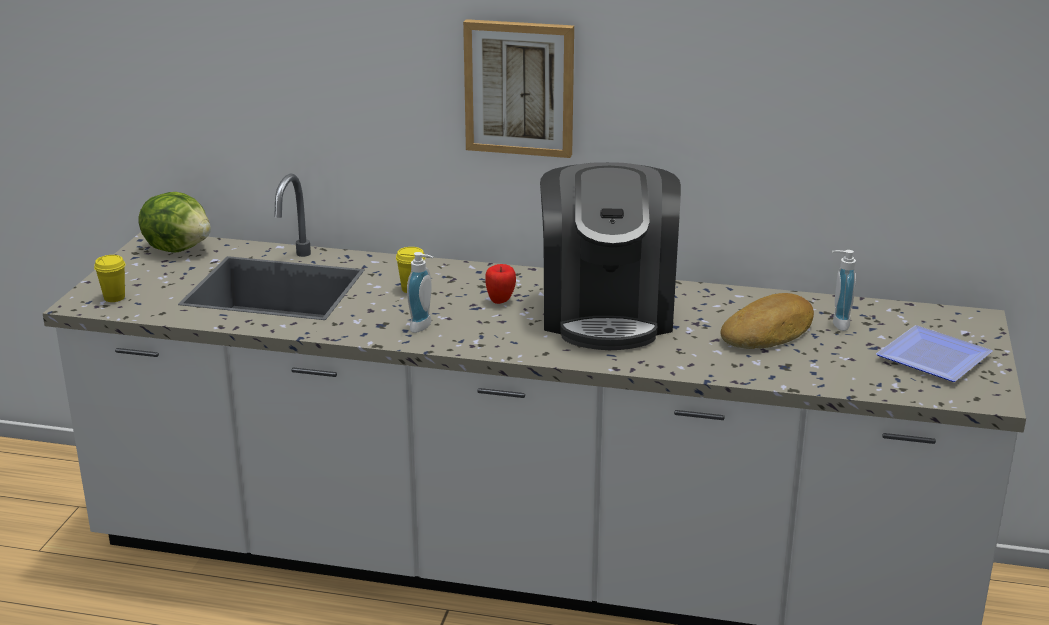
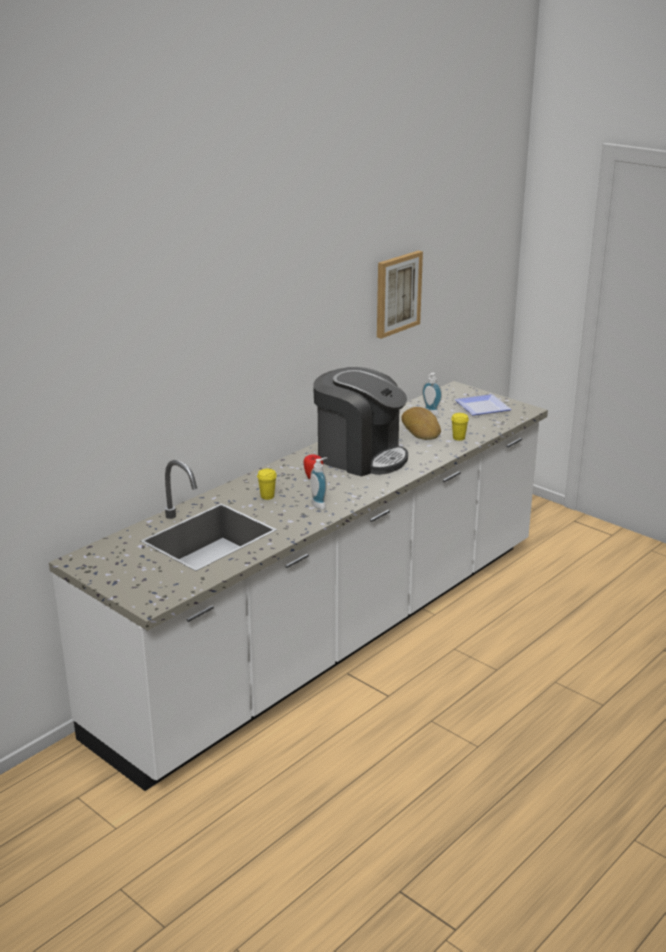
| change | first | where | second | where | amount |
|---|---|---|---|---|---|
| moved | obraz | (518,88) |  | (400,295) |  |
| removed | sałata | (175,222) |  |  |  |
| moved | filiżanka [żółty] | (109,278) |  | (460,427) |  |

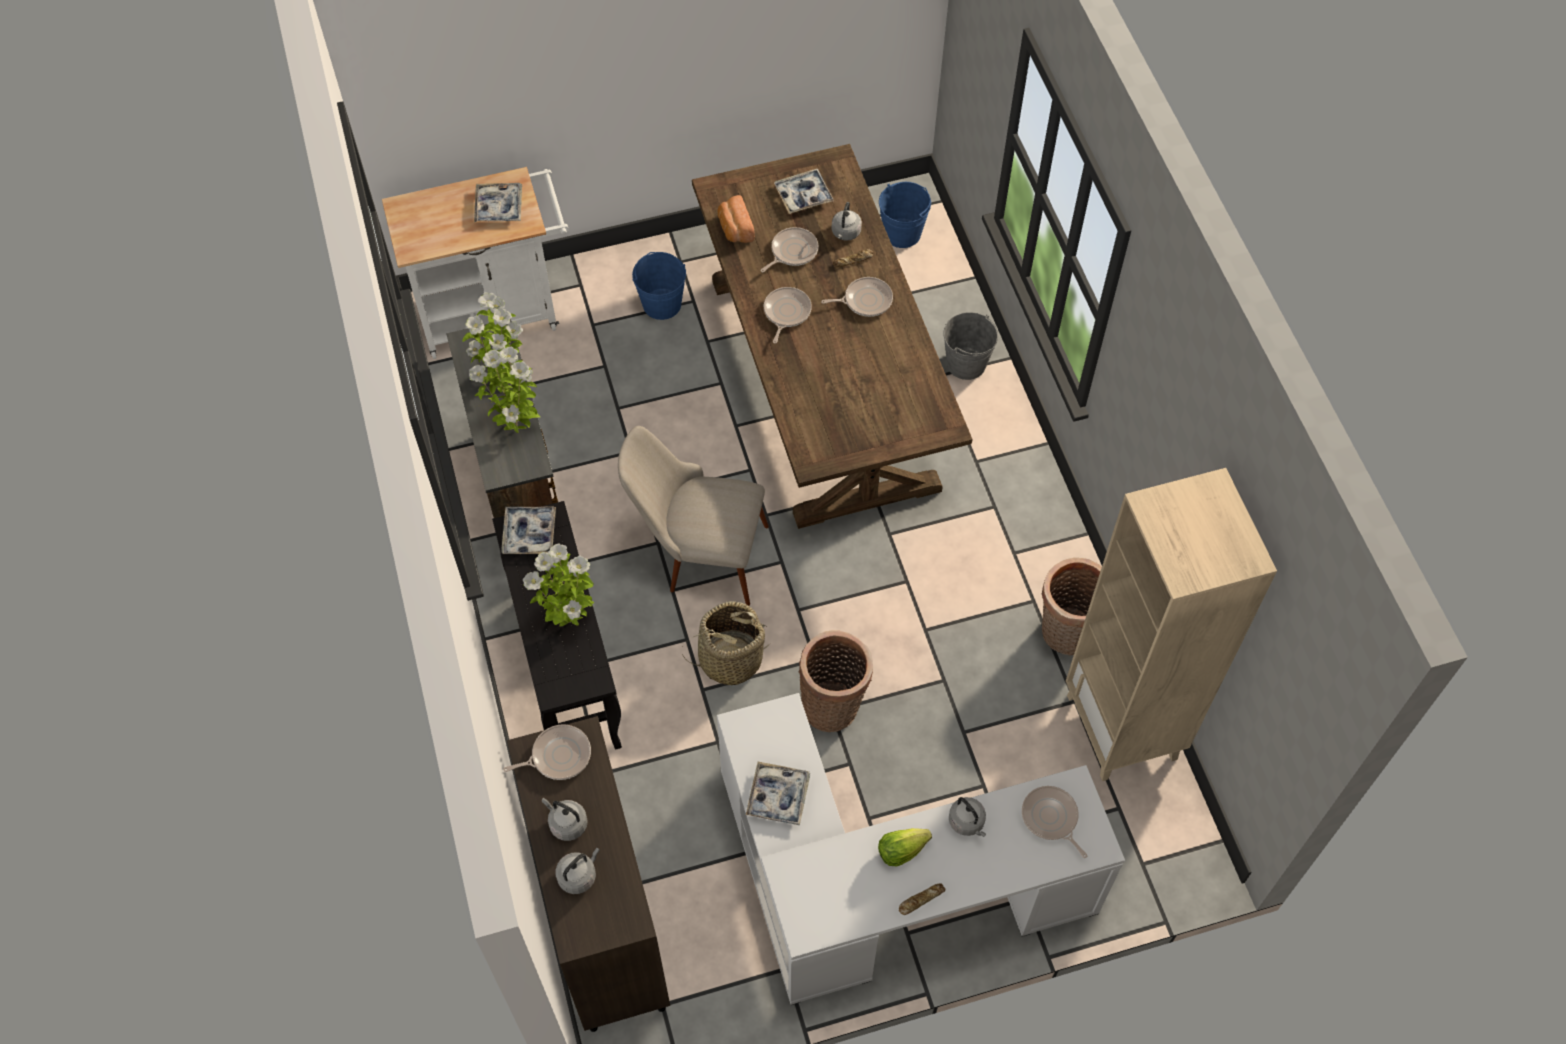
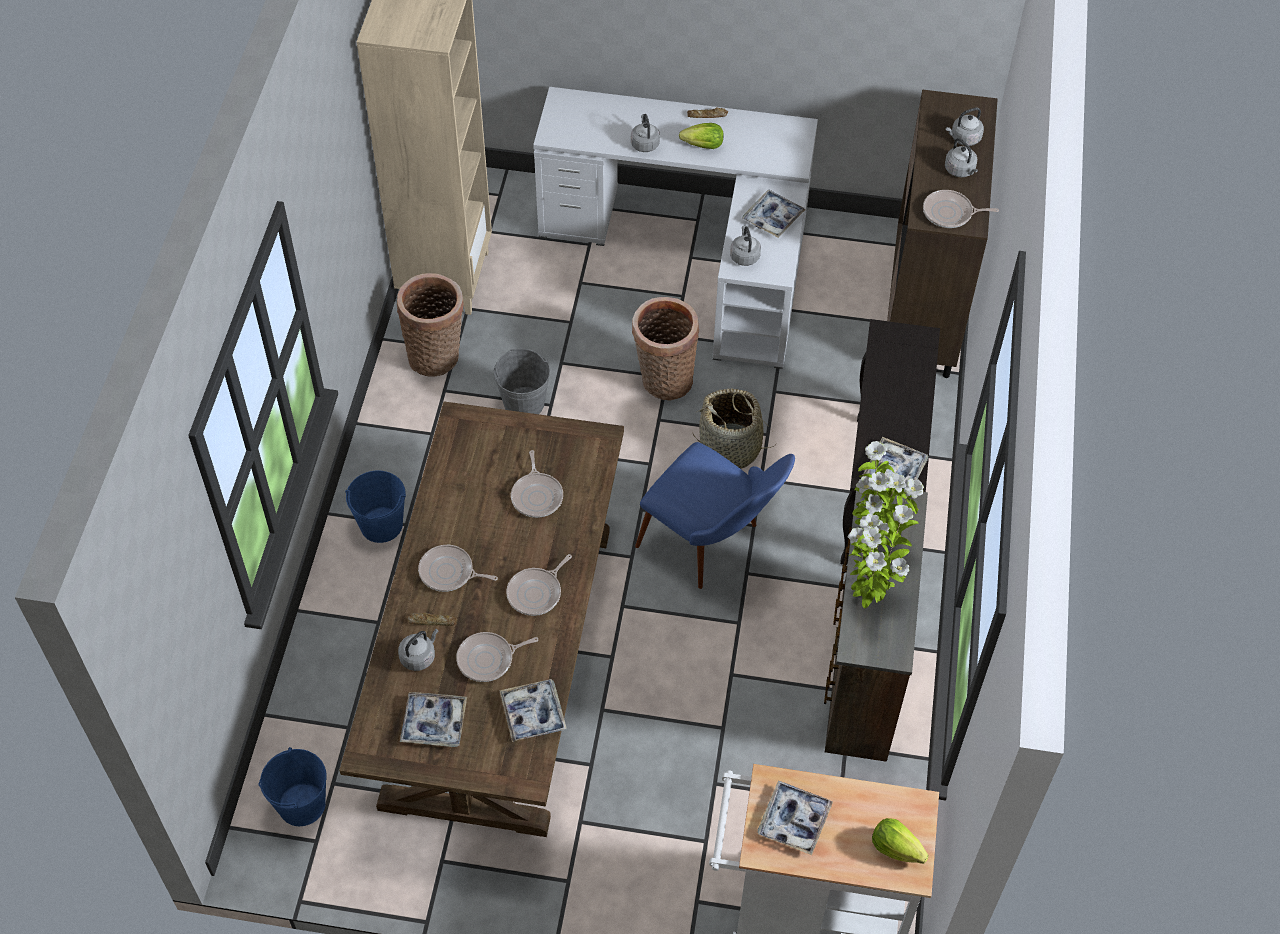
| change | first | where | second | where | amount |
|---|---|---|---|---|---|
| replaced | chleb | (736,219) | taca | (533,710) |  |
| moved | wiadro [niebieski] | (659,286) |  | (375,507) |  |
| moved | wiadro [szary] | (971,346) |  | (522,381) |  |
| recoloured | krzesło [beżowy] | (693,516) | krzesło [niebieski] | (715,515) |  |
| removed | roślina doniczkowa | (558,585) |  |  |  |
| moved | patelnia | (1054,822) |  | (537,484) |  |
| added |  |  | czajnik [szary] | (745,246) |  |
| added |  |  | sałata | (900,841) |  |

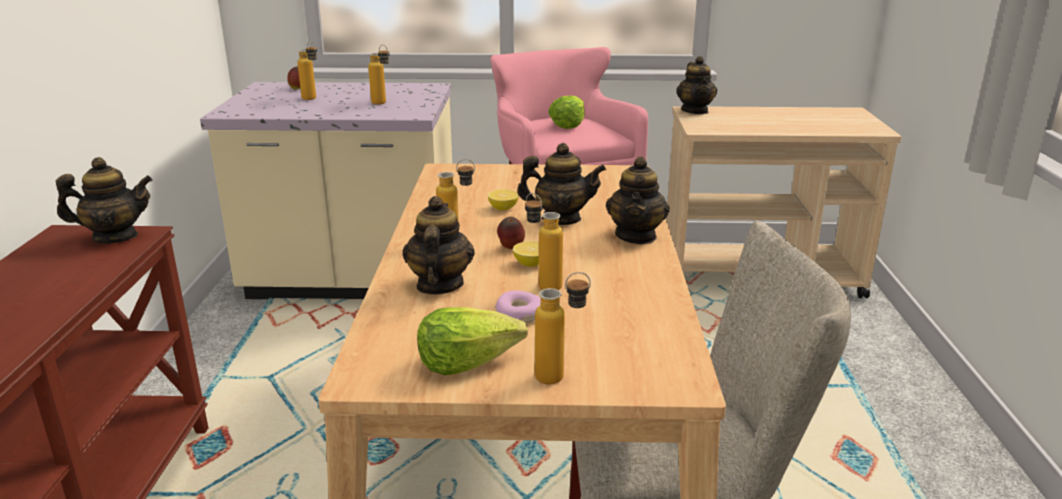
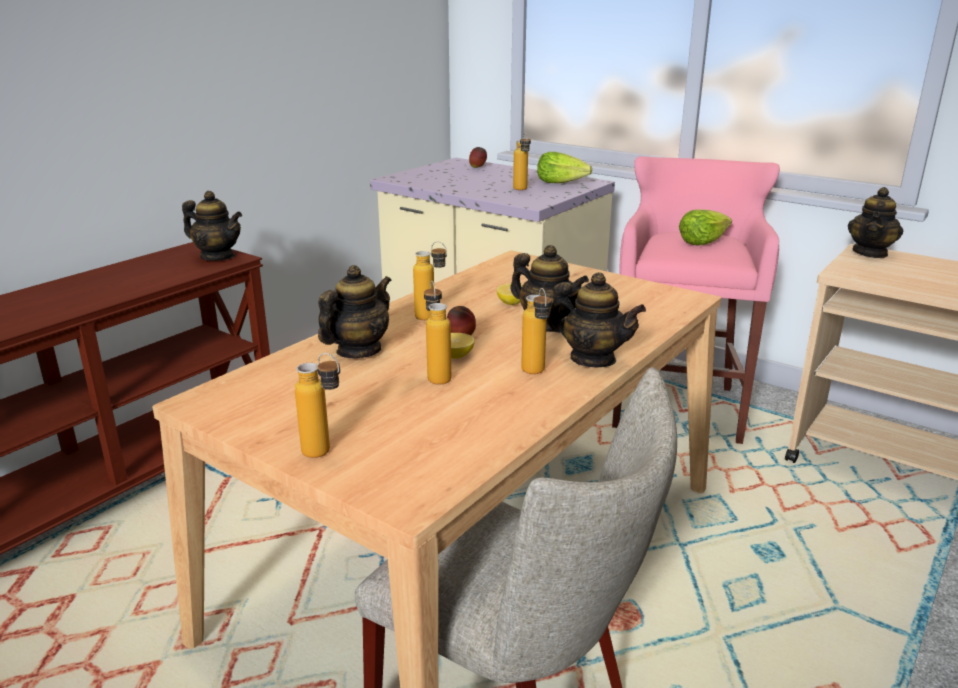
| change | first | where | second | where | amount |
|---|---|---|---|---|---|
| moved | butelka | (307,70) |  | (536,331) |  |
| turned | imbryk | (638,200) |  | (596,319) | 105 degrees counterclockwise |
| removed | donut | (518,306) |  |  |  |
| moved | sałata | (472,341) |  | (564,167) |  |

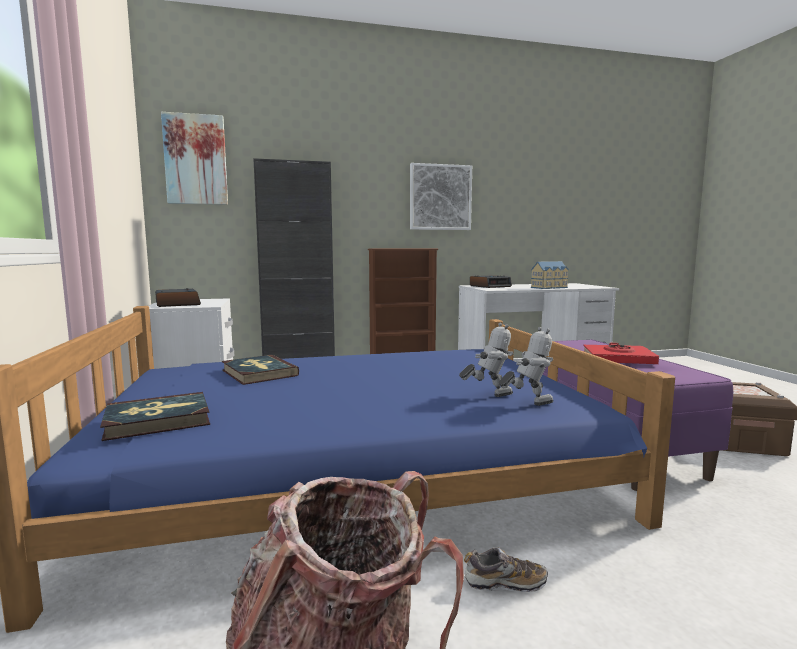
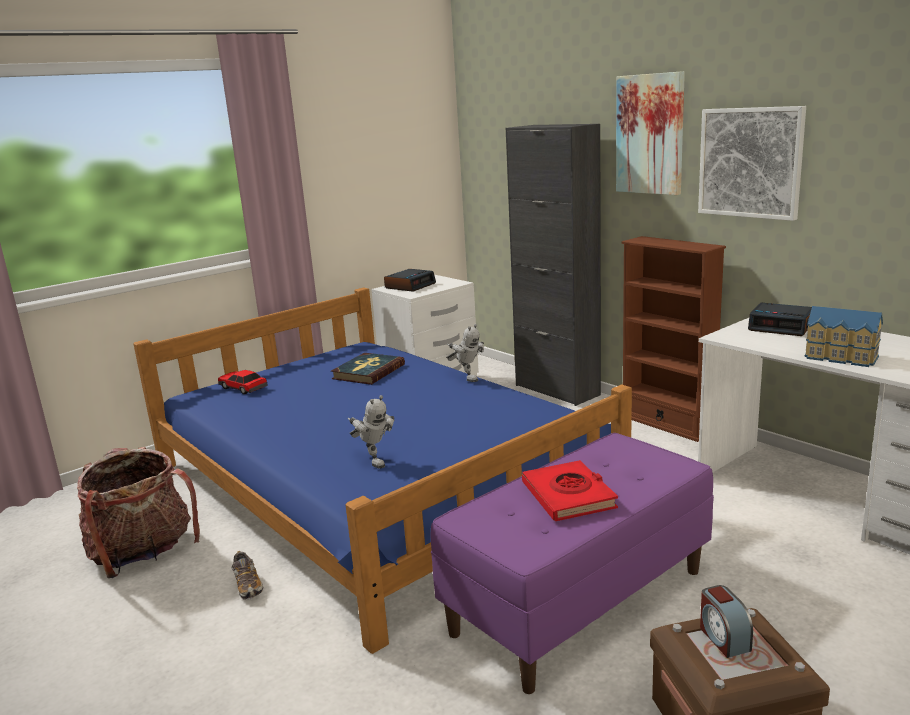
| change | first | where | second | where | amount |
|---|---|---|---|---|---|
| moved | obraz | (194,158) |  | (650,133) |  |
| moved | robot zabawkowy | (526,366) |  | (465,353) |  |
| replaced | książka | (155,416) | samochodzik | (243,382) |  |
| added |  |  | budzik | (726,621) |  |

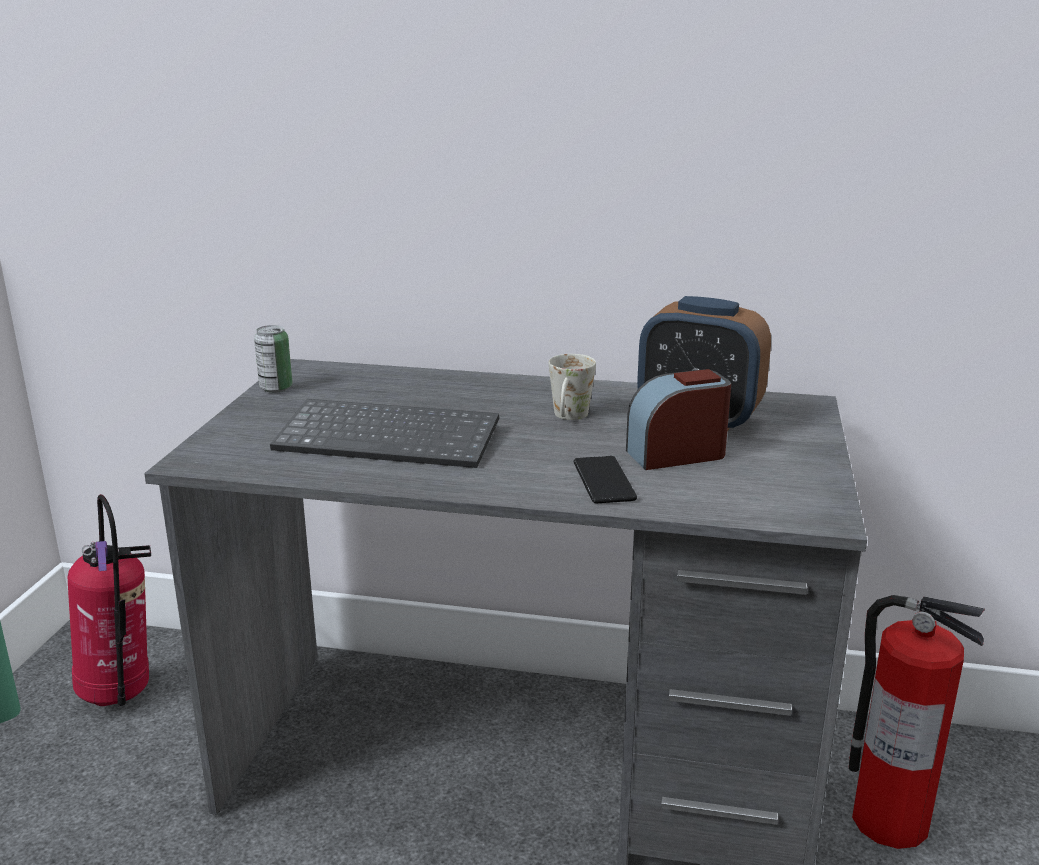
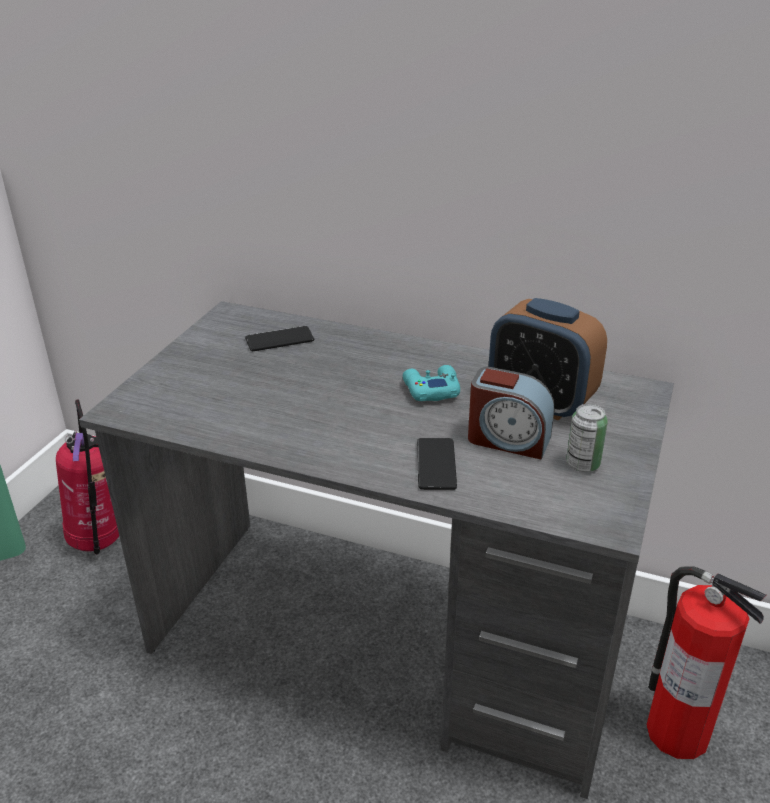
| change | first | where | second | where | amount |
|---|---|---|---|---|---|
| moved | puszka | (273,359) |  | (587,438) |  |
| replaced | kubek [biały] | (572,387) | pad do gier [turkusowy] | (431,383) |  |
| turned | budzik | (678,419) |  | (511,413) | 150 degrees counterclockwise |
| removed | klawiatura | (384,433) |  |  |  |
| added |  |  | telefon | (279,338) |  |

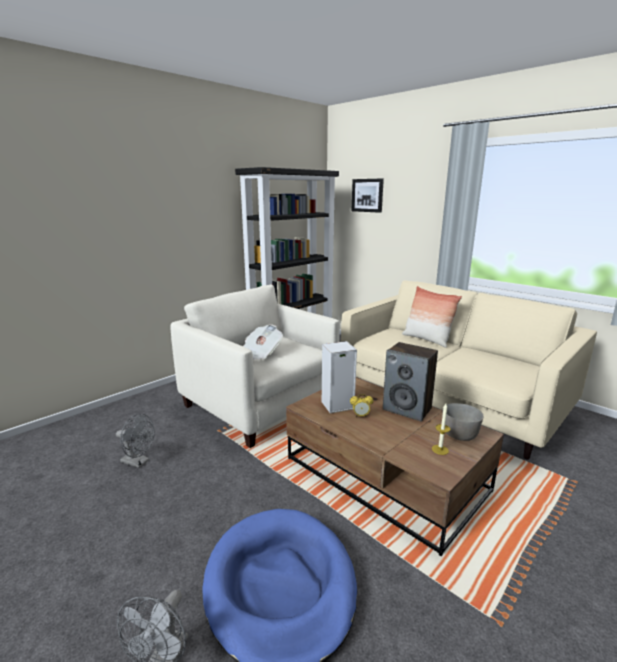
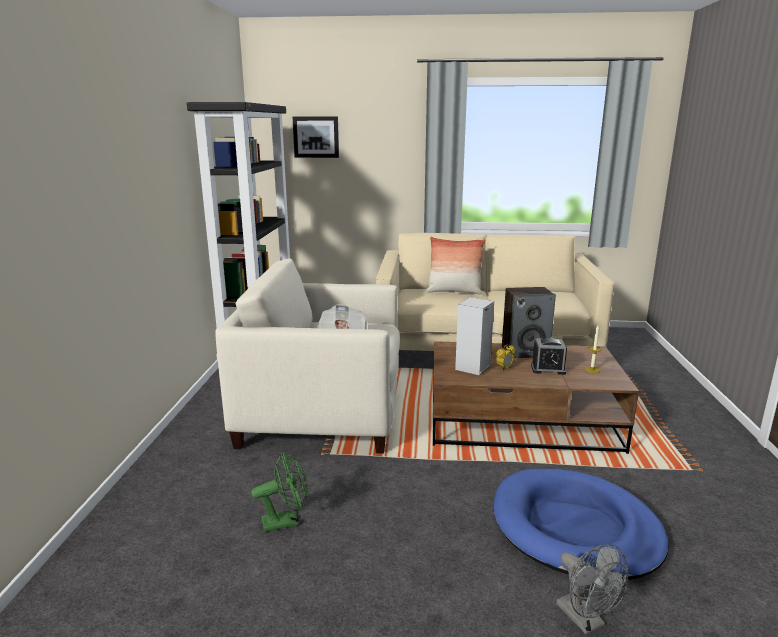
| change | first | where | second | where | amount |
|---|---|---|---|---|---|
| removed | miska [szary] | (463,422) |  |  |  |
| recoloured | wentylator [szary] | (135,441) | wentylator [zielony] | (279,492) |  |
| added |  |  | budzik | (549,356) |  |

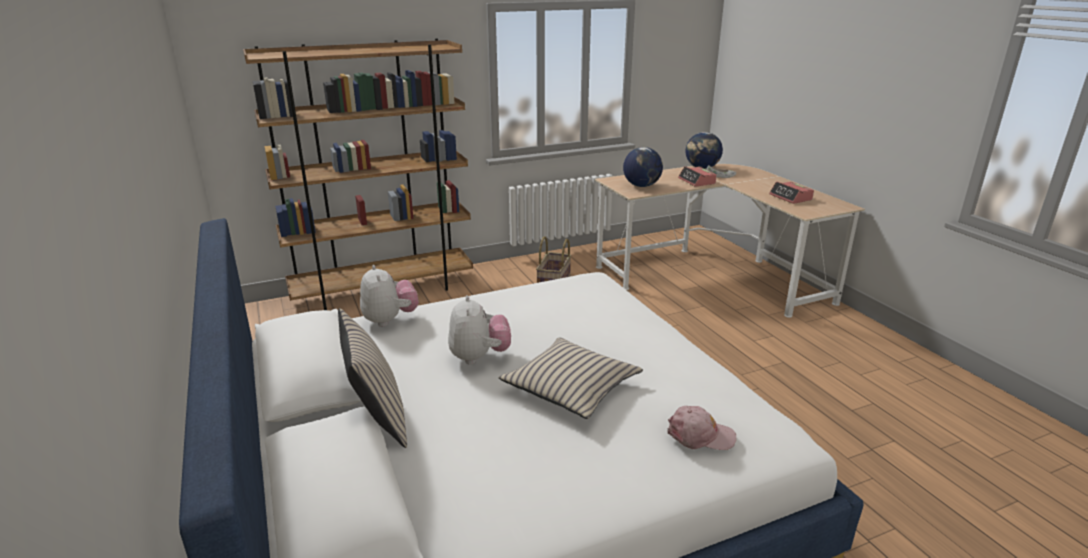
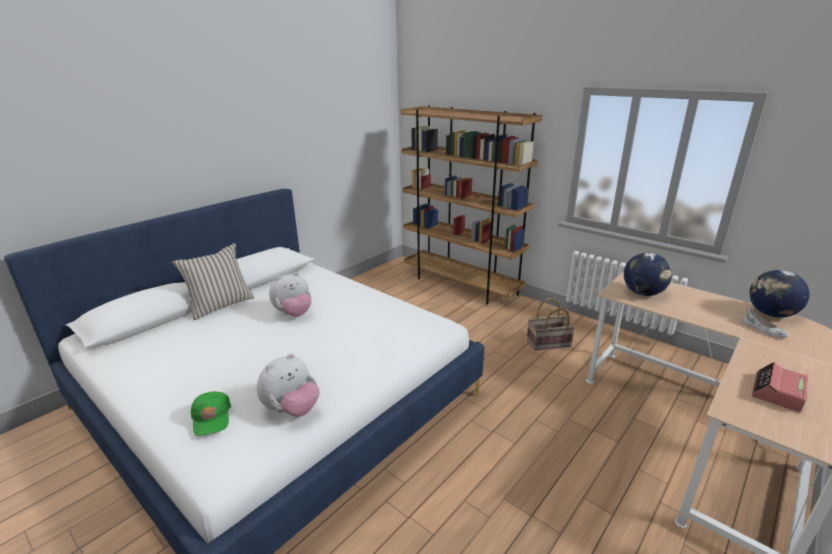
| change | first | where | second | where | amount |
|---|---|---|---|---|---|
| removed | budzik | (697,176) |  |  |  |
| moved | pluszak | (389,296) |  | (288,385) |  |
| removed | poduszka [beżowy] | (571,378) |  |  |  |
| recoloured | czapka z daszkiem [różowy] | (701,428) | czapka z daszkiem [zielony] | (210,414) |  |

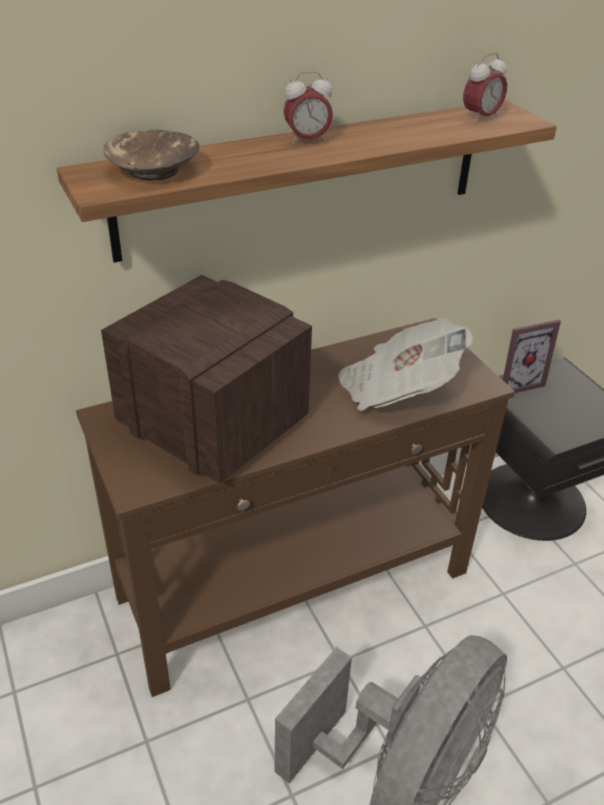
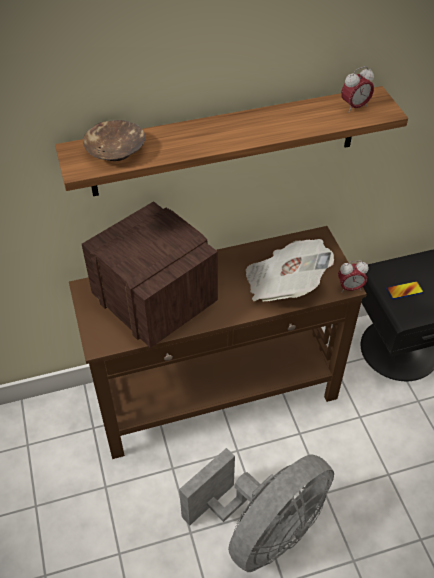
| change | first | where | second | where | amount |
|---|---|---|---|---|---|
| moved | budzik | (308,108) |  | (353,276) |  |
| removed | ramka na zdjęcie | (532,356) |  |  |  |
| added |  |  | telefon | (405,290) |  |

